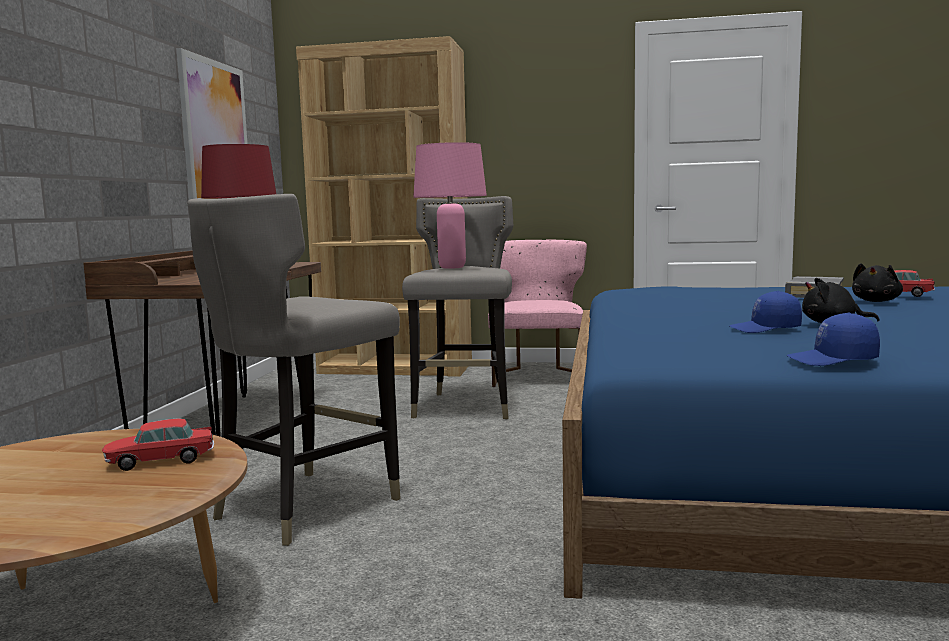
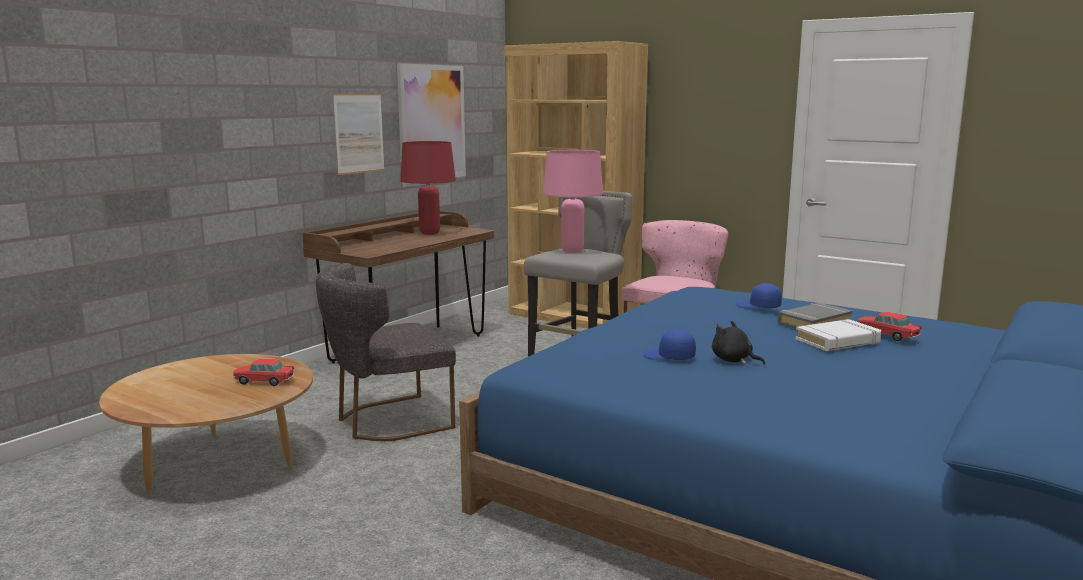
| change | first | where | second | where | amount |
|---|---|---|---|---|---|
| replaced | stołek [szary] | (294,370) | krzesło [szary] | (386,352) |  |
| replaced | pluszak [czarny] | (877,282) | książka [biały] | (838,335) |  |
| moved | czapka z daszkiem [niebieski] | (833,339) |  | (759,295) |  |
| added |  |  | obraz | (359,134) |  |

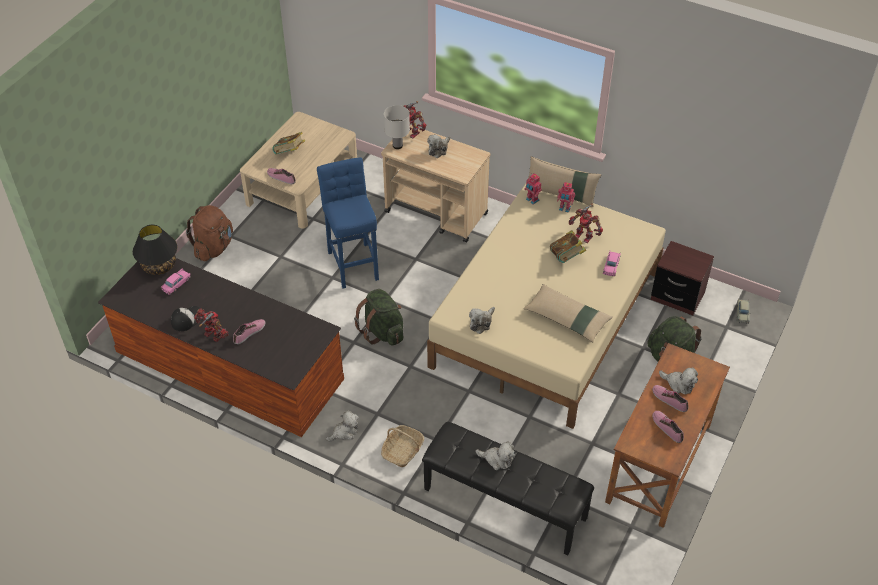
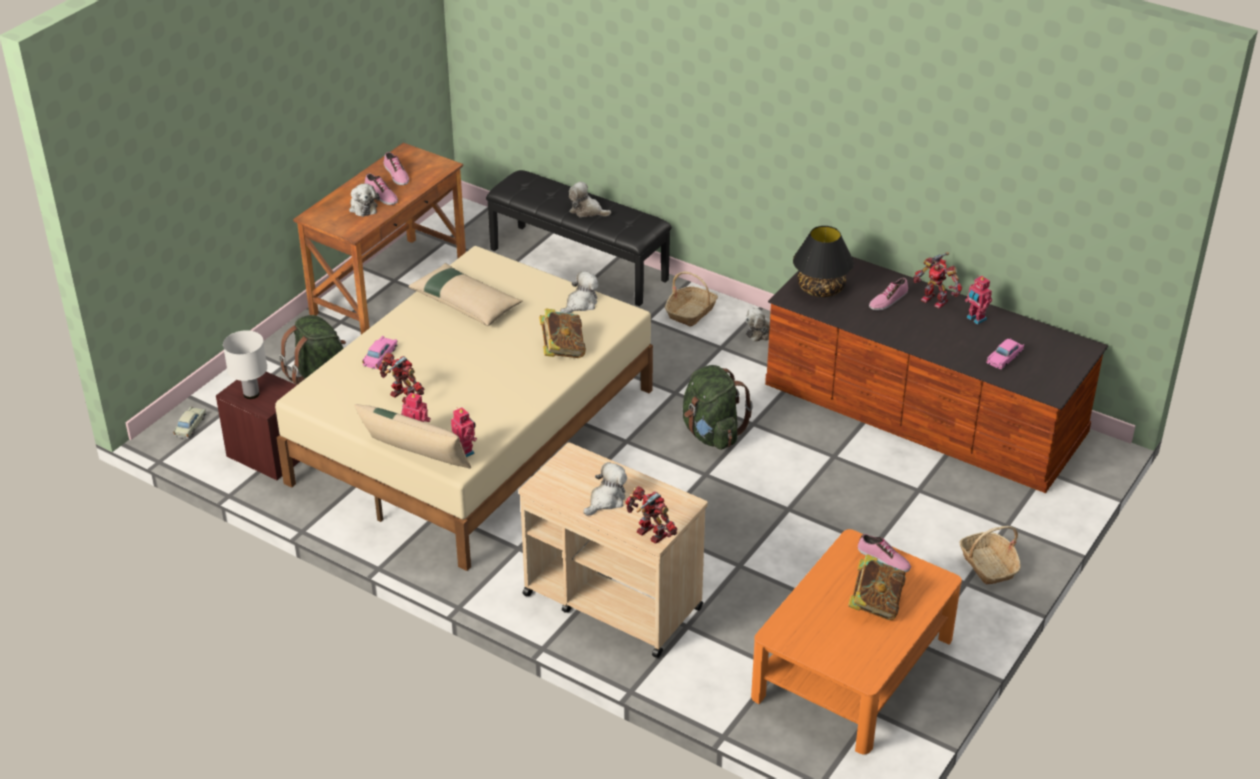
| change | first | where | second | where | amount |
|---|---|---|---|---|---|
| moved | lampa stołowa [biały] | (397,127) |  | (245,364) |  |
| recoloured | ława [beżowy] | (298,170) | ława [pomarańczowy] | (856,641) |  |
| removed | stołek [niebieski] | (348,223) |  |  |  |
| replaced | plecak [brązowy] | (209,233) | koszyk | (990,555) |  |
| moved | lampa stołowa [czarny] | (155,250) |  | (823,261) |  |
| moved | książka | (568,246) |  | (562,333) |  |
| replaced | czapka z daszkiem | (187,318) | robot zabawkowy | (978,300) |  |
| turned | pluszak | (678,381) |  | (364,200) | 150 degrees counterclockwise |

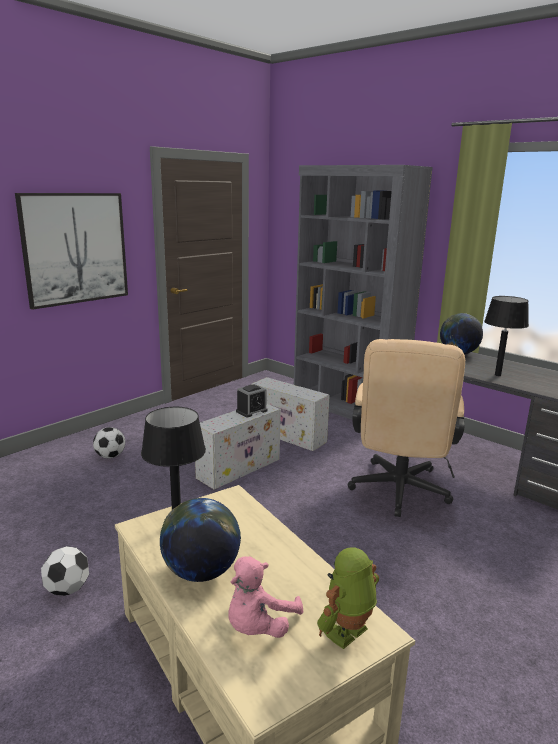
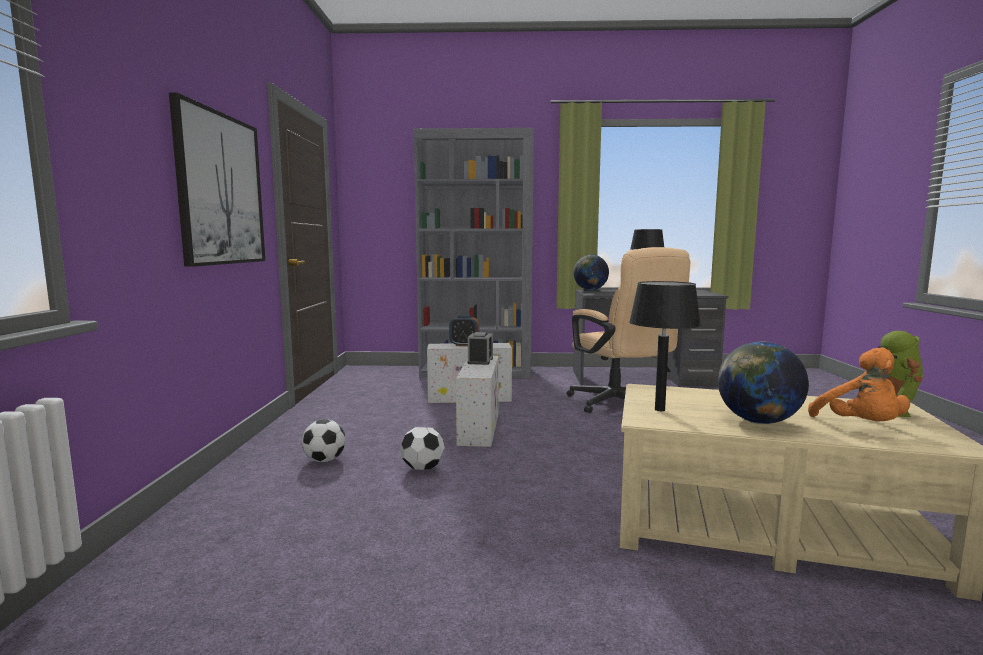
| change | first | where | second | where | amount |
|---|---|---|---|---|---|
| moved | piłka futbolowa | (65,571) |  | (422,448) |  |
| recoloured | pluszak [różowy] | (266,597) | pluszak [pomarańczowy] | (859,384) |  |
| added |  |  | budzik | (464,330) |  |

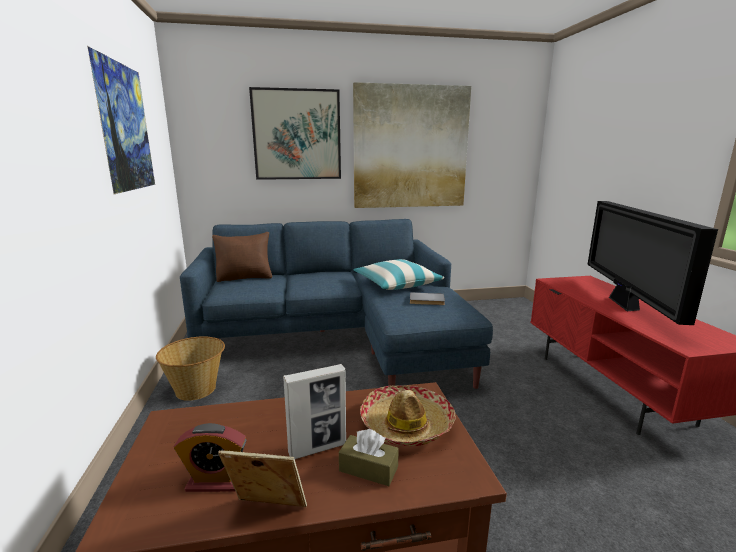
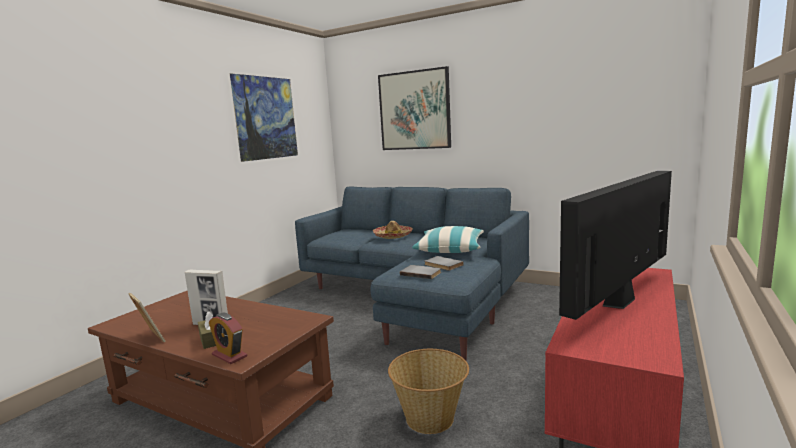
| change | first | where | second | where | amount |
|---|---|---|---|---|---|
| removed | obraz | (412,145) |  |  |  |
| removed | poduszka [brązowy] | (242,257) |  |  |  |
| moved | koszyk | (190,368) |  | (428,391) |  |
| moved | kapelusz | (408,415) |  | (393,230) |  |
| moved | budzik | (210,457) |  | (228,338) |  |
| added |  |  | książka [szary] | (420,272) |  |

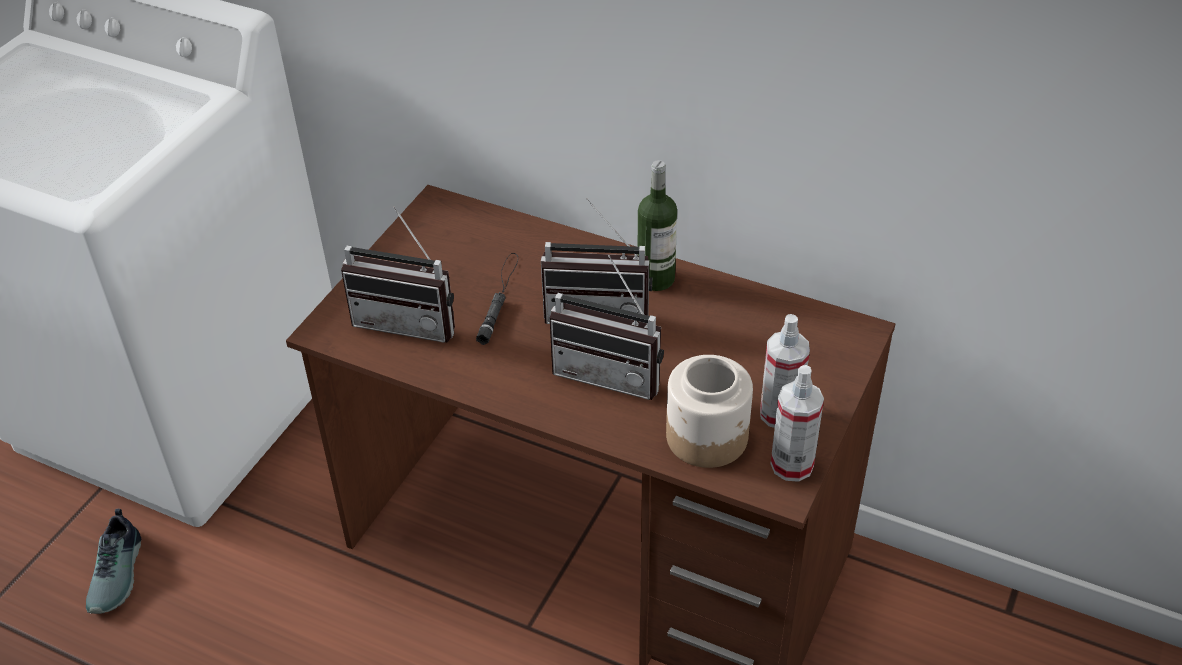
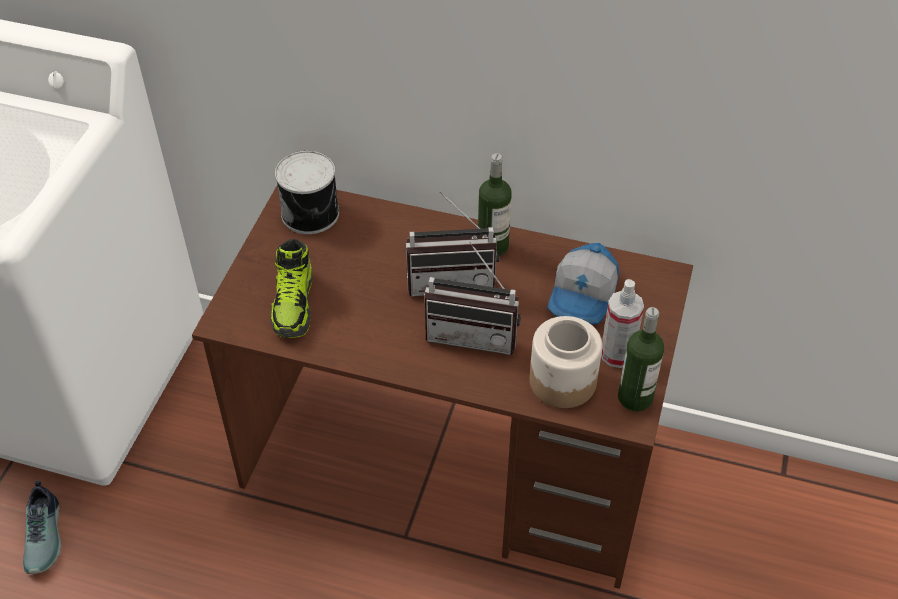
| change | first | where | second | where | amount |
|---|---|---|---|---|---|
| replaced | radio | (398,274) | but | (292,288) |  |
| removed | latarka [czarny] | (497,299) |  |  |  |
| replaced | spryskiwacz | (797,423) | butelka | (641,359) |  |
| added |  |  | puszka | (307,192) |  |
| added |  |  | czapka z daszkiem | (583,283) |  |

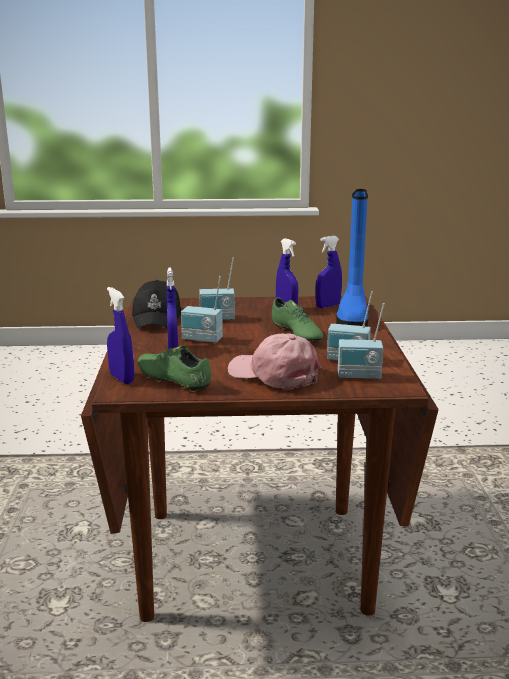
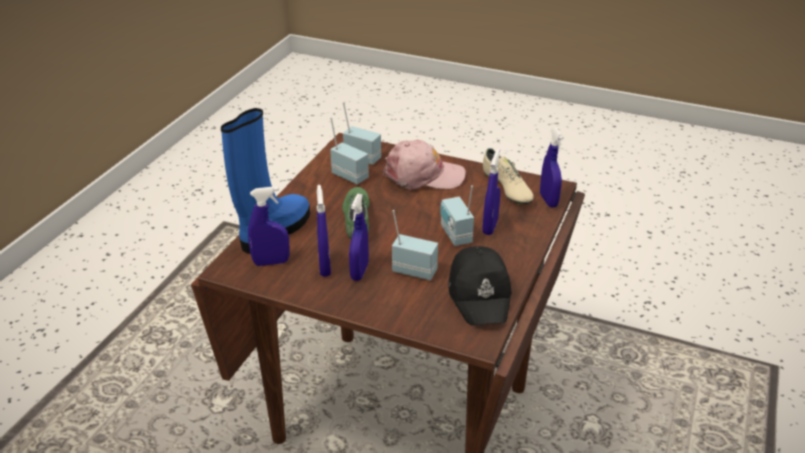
| change | first | where | second | where | amount |
|---|---|---|---|---|---|
| turned | radio | (202,309) |  | (457,215) | 150 degrees counterclockwise |
| turned | czapka z daszkiem [czarny] | (157,304) |  | (480,285) | 150 degrees clockwise |
| turned | czapka z daszkiem [różowy] | (274,361) |  | (424,165) | 60 degrees counterclockwise |
| recoloured | but [zielony] | (174,368) | but [beżowy] | (508,176) |  |
| added |  |  | spryskiwacz [niebieski] | (359,237) |  |

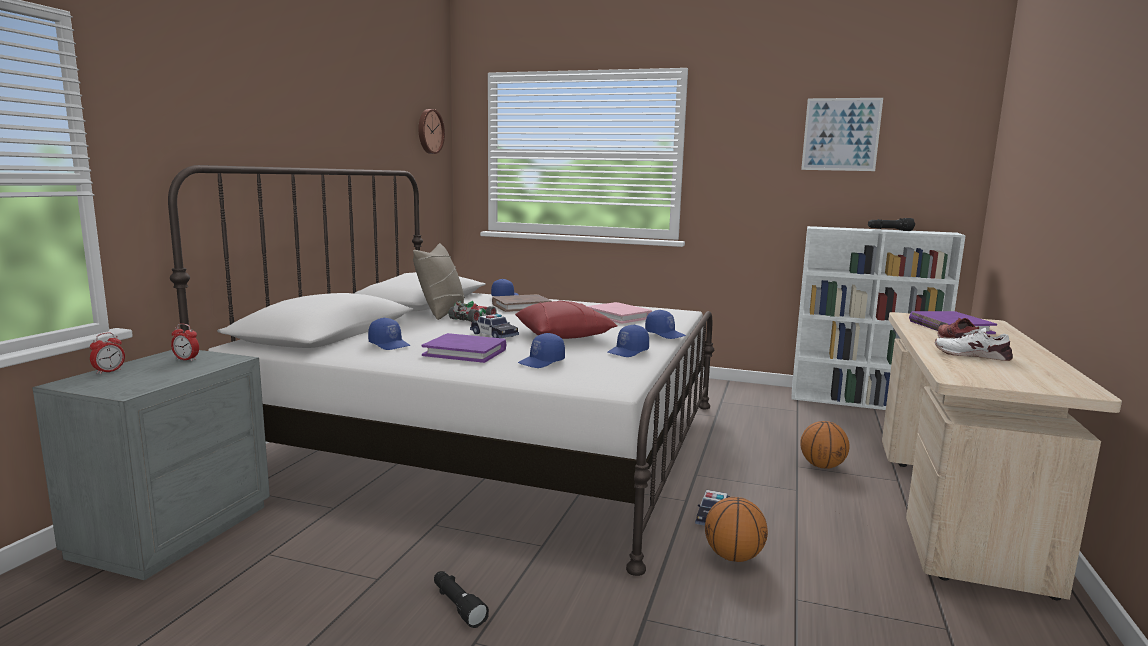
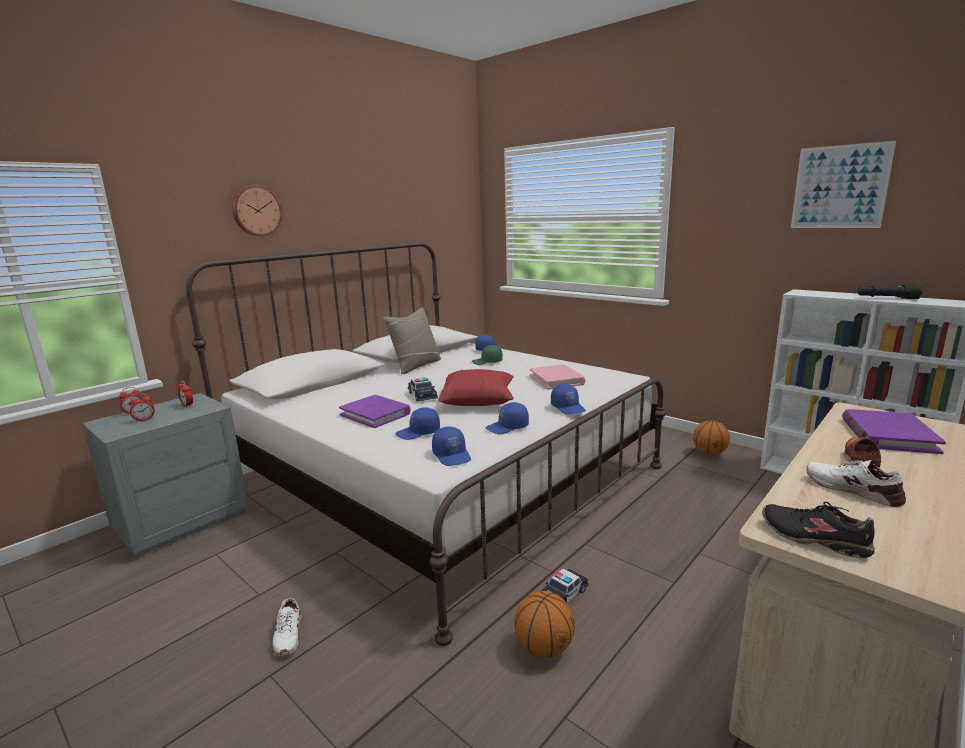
| change | first | where | second | where | amount |
|---|---|---|---|---|---|
| moved | zegar ścienny | (431,131) |  | (257,210) |  |
| replaced | książka [brązowy] | (522,303) | czapka z daszkiem [zielony] | (487,355) |  |
| removed | samochodzik | (473,311) |  |  |  |
| moved | czapka z daszkiem [niebieski] | (389,334) |  | (451,446) |  |
| moved | piłka do koszykówki | (825,445) |  | (711,437) |  |
| replaced | latarka [czarny] | (461,599) | but [biały] | (287,627) |  |
| added |  |  | budzik | (141,407) |  |
| added |  |  | but [czarny] | (818,530) |  |

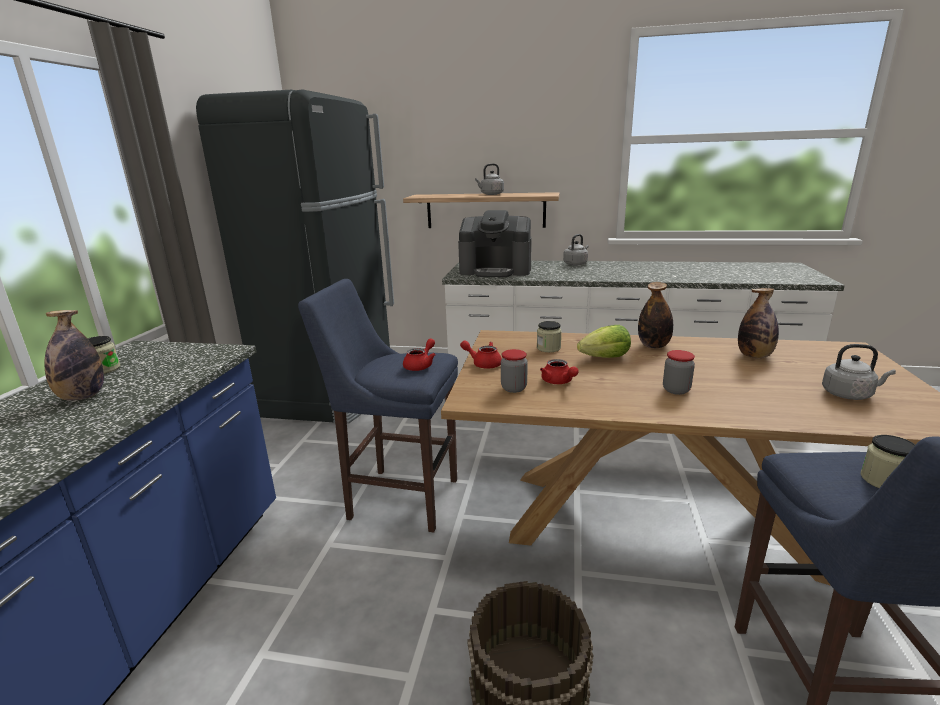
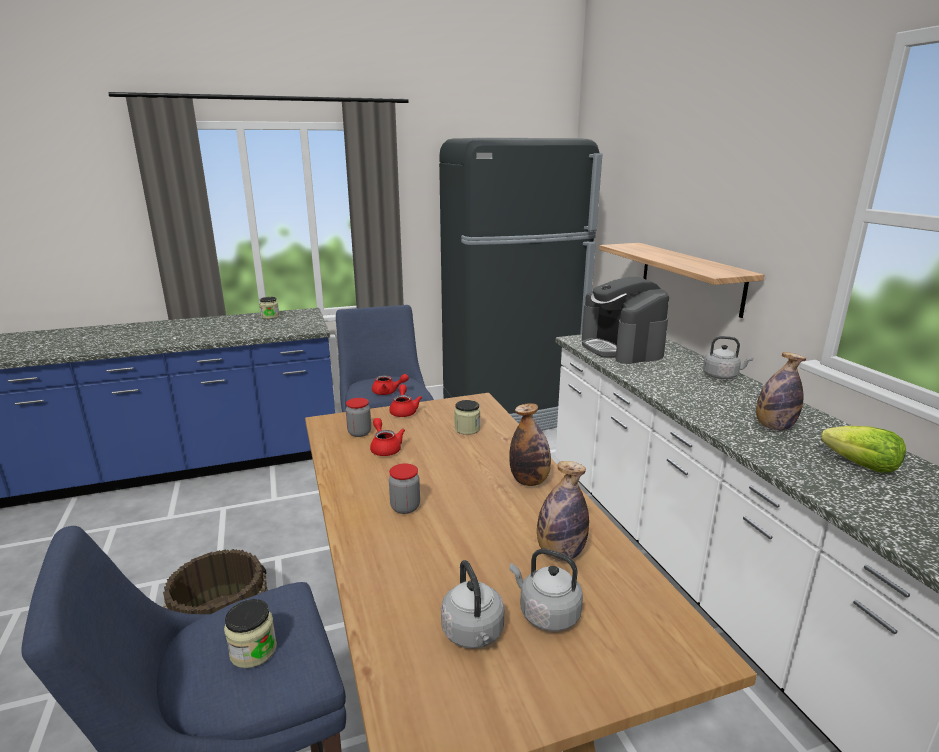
| change | first | where | second | where | amount |
|---|---|---|---|---|---|
| moved | czajnik [szary] | (489,179) |  | (546,590) |  |
| moved | butelka | (74,355) |  | (781,391) |  |
| moved | sałata | (604,341) |  | (863,449) |  |
| turned | imbryk [czerwony] | (559,371) |  | (387,437) | 120 degrees clockwise |

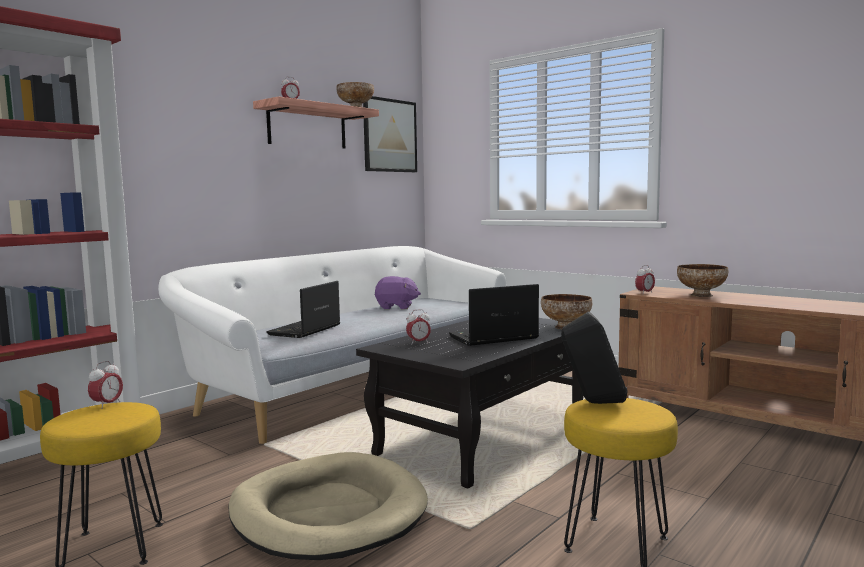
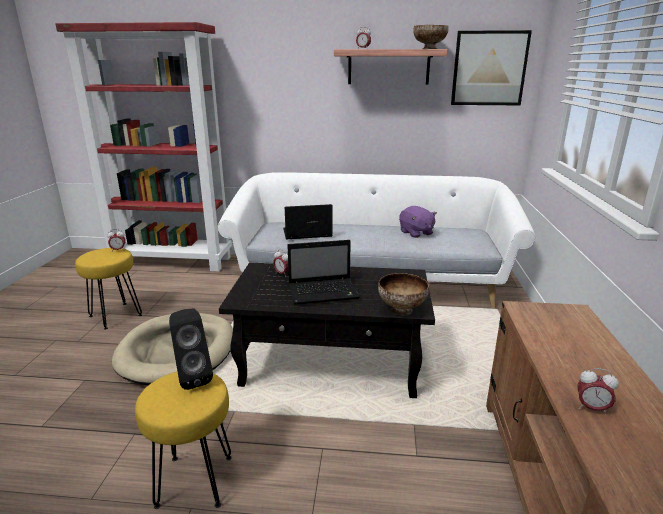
| change | first | where | second | where | amount |
|---|---|---|---|---|---|
| removed | miska | (702,280) |  |  |  |
| moved | budzik | (645,279) |  | (598,391) |  |
| turned | laptop | (494,315) |  | (323,272) | 135 degrees clockwise |

